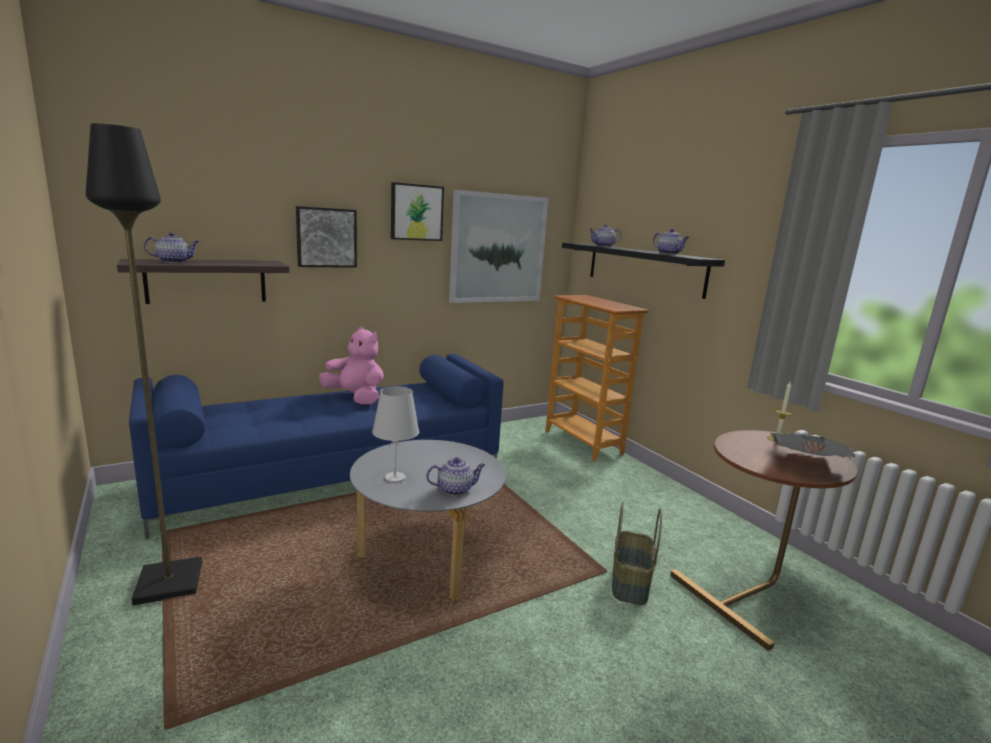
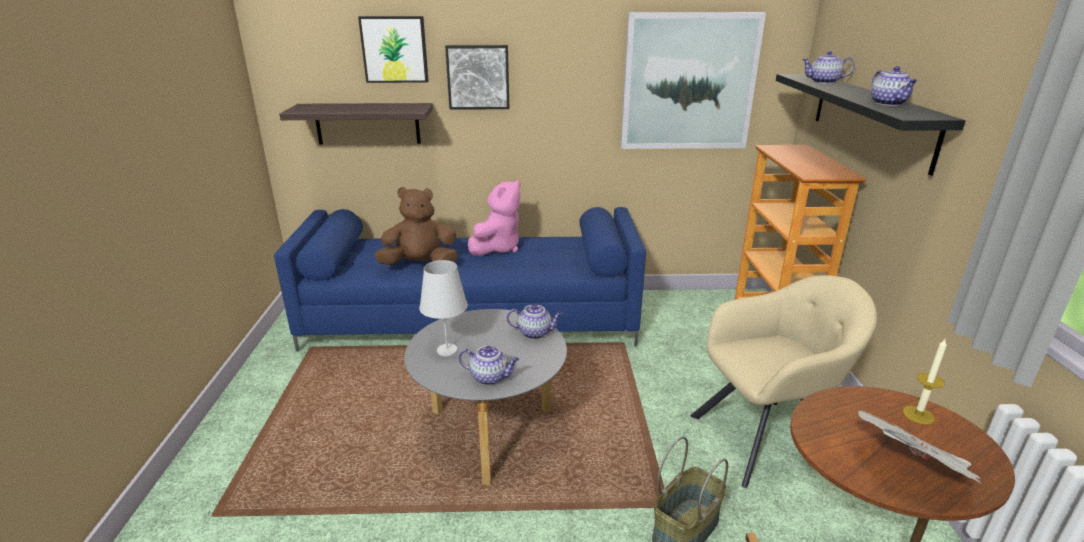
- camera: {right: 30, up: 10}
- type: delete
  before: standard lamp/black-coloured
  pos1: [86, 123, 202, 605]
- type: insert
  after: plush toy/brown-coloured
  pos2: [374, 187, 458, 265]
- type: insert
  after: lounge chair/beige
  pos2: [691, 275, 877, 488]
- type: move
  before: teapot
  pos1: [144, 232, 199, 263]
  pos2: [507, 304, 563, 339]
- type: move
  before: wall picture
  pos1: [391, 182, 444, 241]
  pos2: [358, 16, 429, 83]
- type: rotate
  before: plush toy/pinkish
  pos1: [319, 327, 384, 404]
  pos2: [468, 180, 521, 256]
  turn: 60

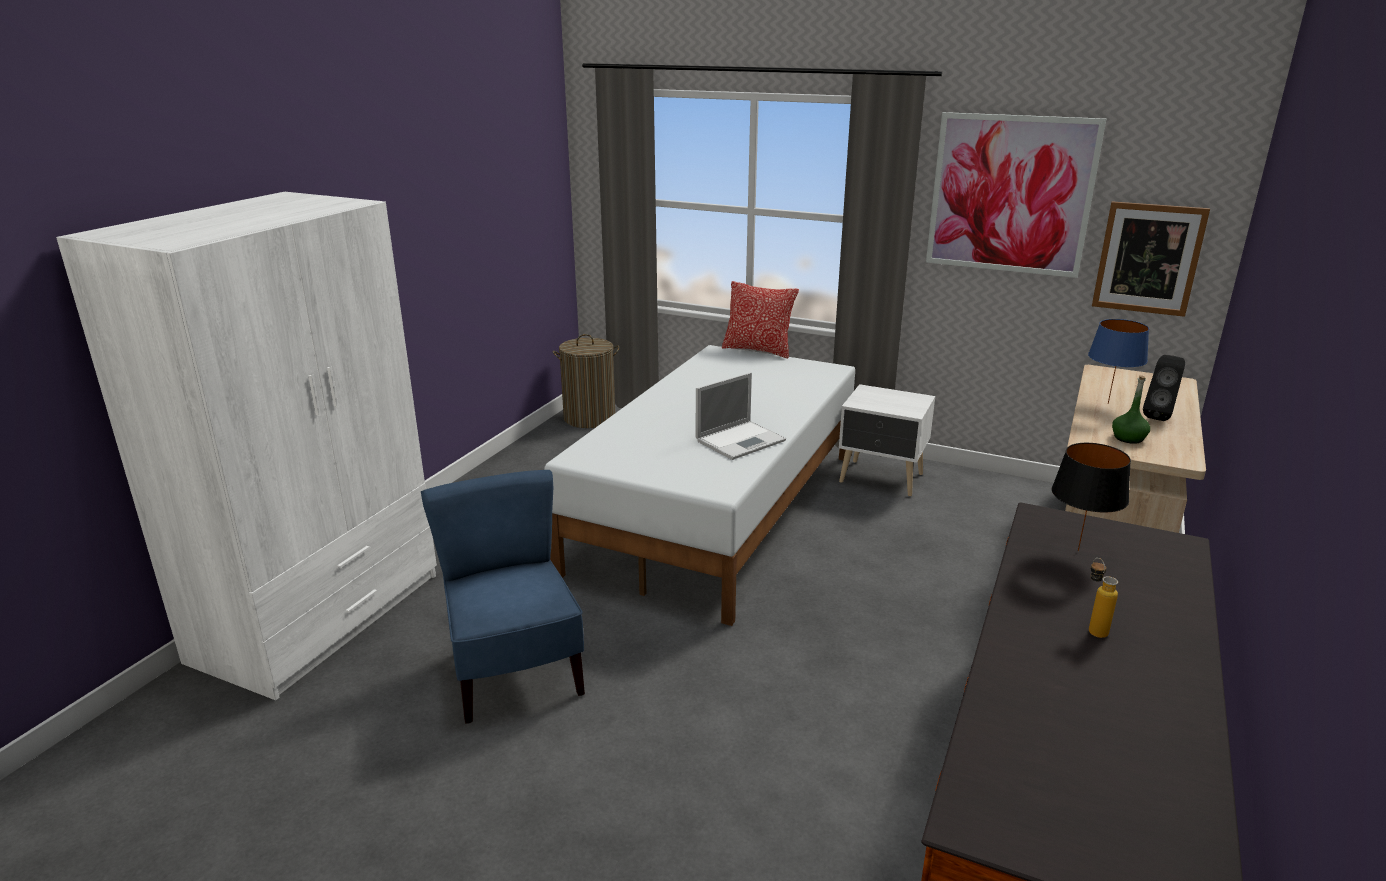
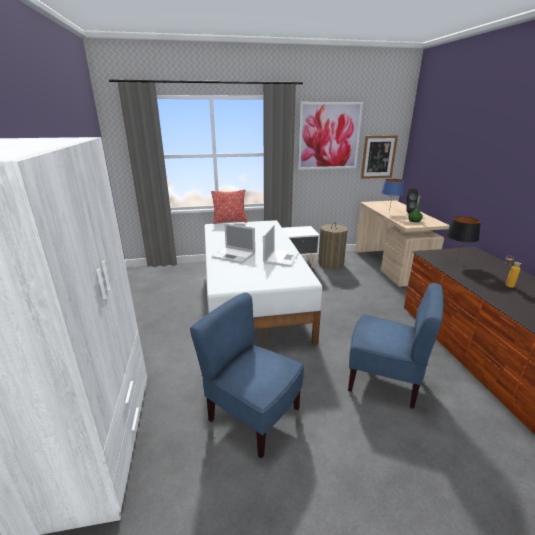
- camera: {right: -35, up: 0}
- type: insert
  after: notebook computer
  pos2: [212, 223, 255, 264]
- type: insert
  after: upright chair/blue
  pos2: [348, 283, 444, 408]
- type: move
  before: hamper
  pos1: [553, 334, 619, 428]
  pos2: [318, 222, 348, 269]

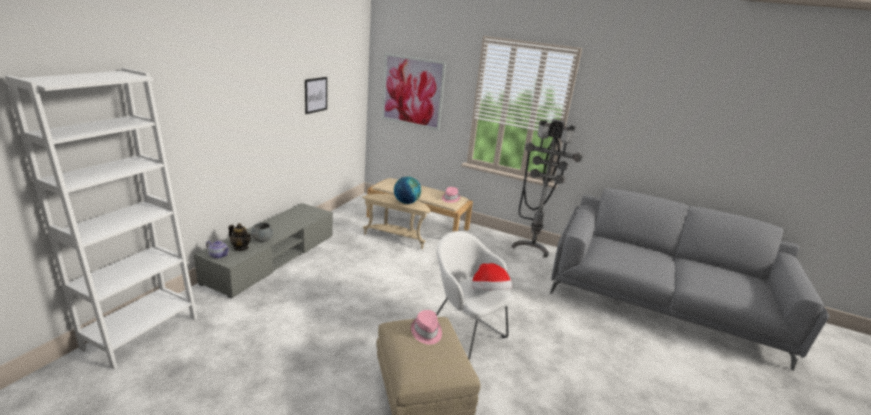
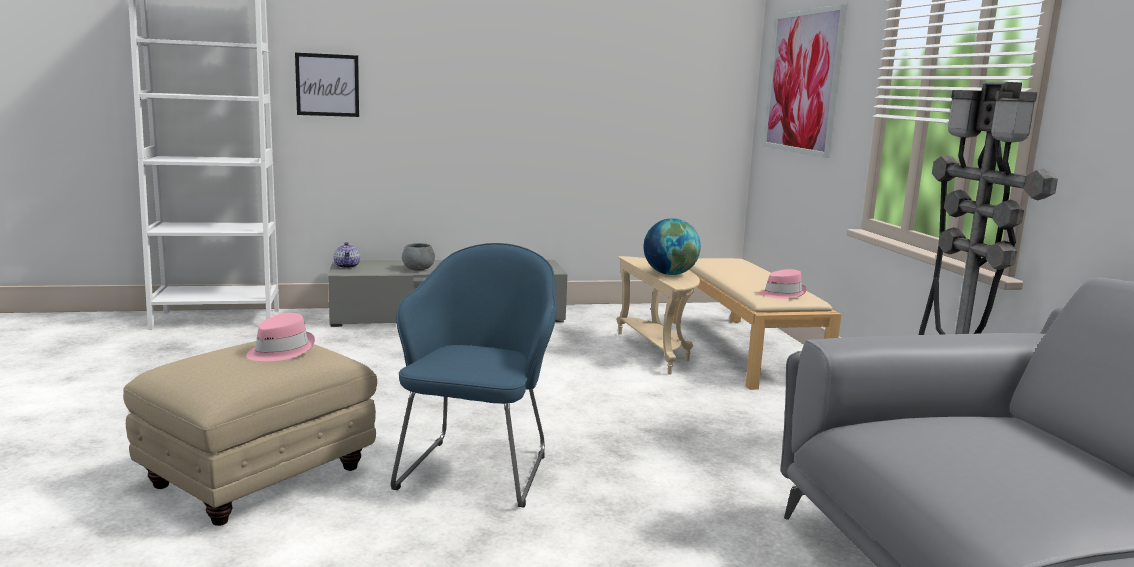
- camera: {right: 55, up: -10}
- type: delete
  before: teapot
  pos1: [228, 223, 251, 251]
- type: delete
  before: clothing hat
  pos1: [472, 263, 512, 290]
- type: move
  before: wall picture
  pos1: [305, 77, 327, 114]
  pos2: [295, 53, 359, 117]
- type: recolor
  before: lounge chair/whitish
  after: lounge chair/blue
  pos1: [436, 231, 512, 360]
  pos2: [391, 243, 557, 508]

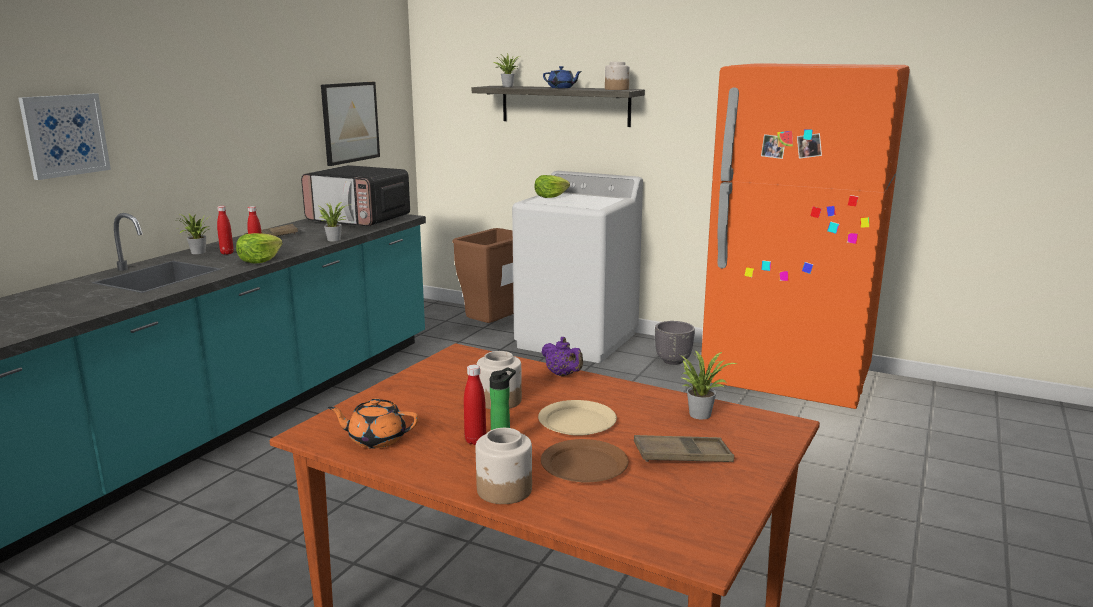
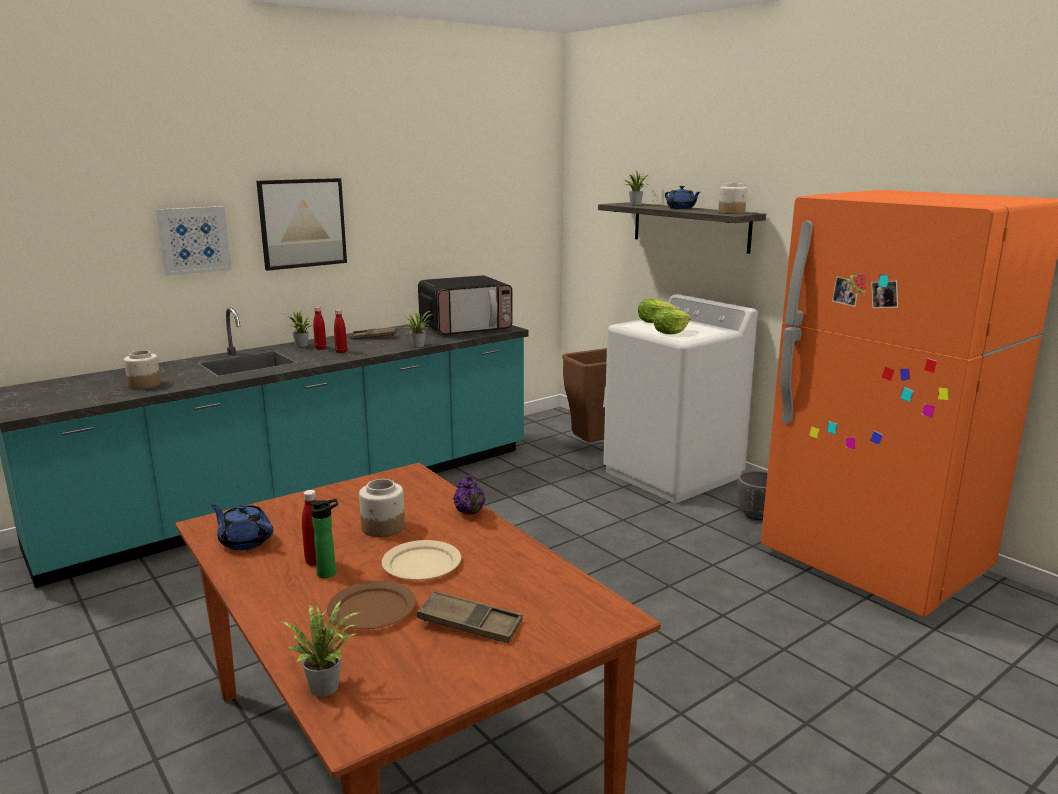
- camera: {right: 25, up: 0}
- type: move
  before: lettuce head
  pos1: [236, 233, 283, 263]
  pos2: [653, 309, 691, 334]
- type: move
  before: wall picture
  pos1: [321, 82, 380, 166]
  pos2: [256, 178, 347, 271]
- type: move
  before: storage jar
  pos1: [476, 428, 532, 504]
  pos2: [124, 350, 161, 389]
- type: move
  before: potted plant
  pos1: [680, 350, 738, 419]
  pos2: [281, 599, 360, 697]
- type: recolor
  before: teapot/orangey
  after: teapot/blue
  pos1: [328, 398, 419, 449]
  pos2: [211, 504, 273, 550]
- type: rotate
  before: microwave oven
  pos1: [301, 165, 410, 226]
  pos2: [418, 275, 513, 335]
  turn: -75

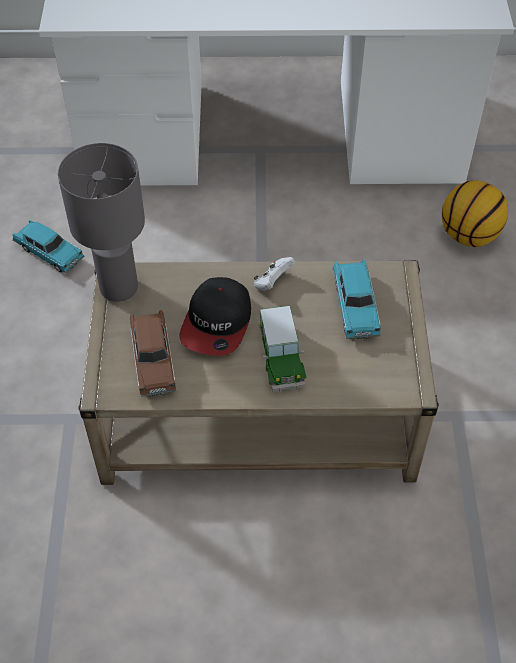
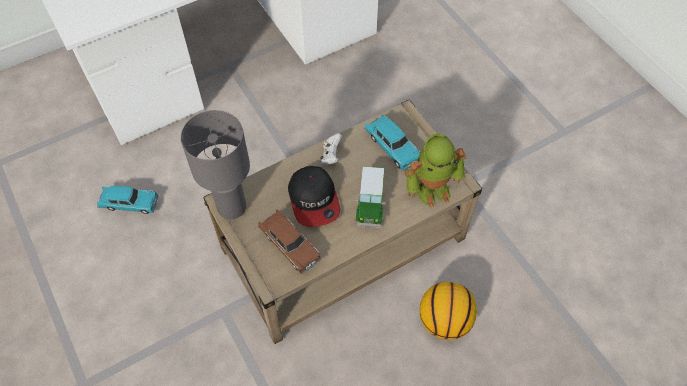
- camera: {right: -30, up: 5}
- type: insert
  after: model robot
  pos2: [405, 133, 466, 208]
- type: move
  before: ball for basketball
  pos1: [442, 180, 508, 247]
  pos2: [420, 282, 477, 340]
- type: rotate
  before: toy car
  pos1: [259, 306, 307, 392]
  pos2: [355, 166, 386, 229]
  turn: 45

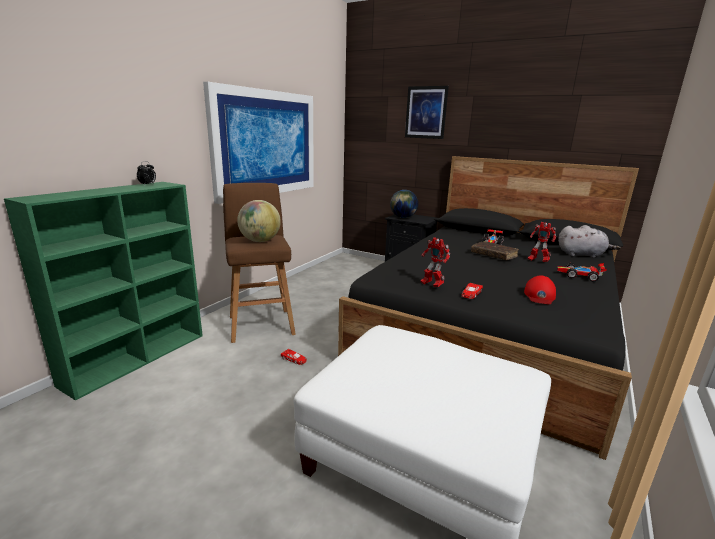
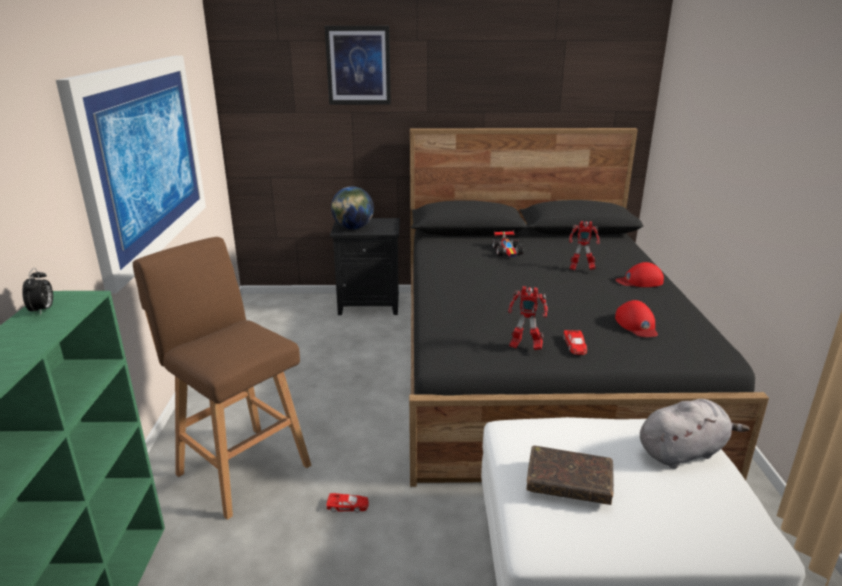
- camera: {right: -30, up: 5}
- type: delete
  before: globe
  pos1: [237, 200, 281, 242]
- type: move
  before: bound book/brown-coloured
  pos1: [471, 241, 519, 260]
  pos2: [526, 446, 614, 505]
- type: move
  before: plush toy/gray
  pos1: [558, 225, 621, 258]
  pos2: [640, 399, 750, 469]
- type: replace
  before: toy car
  after: peaked cap/red
  pos1: [557, 263, 607, 282]
  pos2: [615, 262, 664, 287]

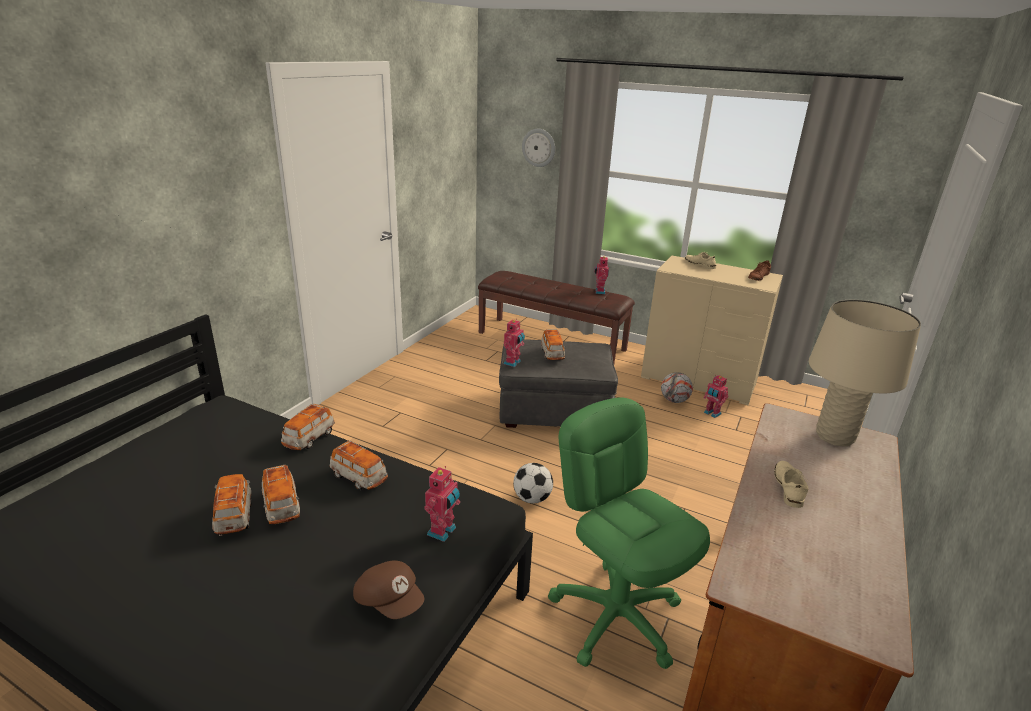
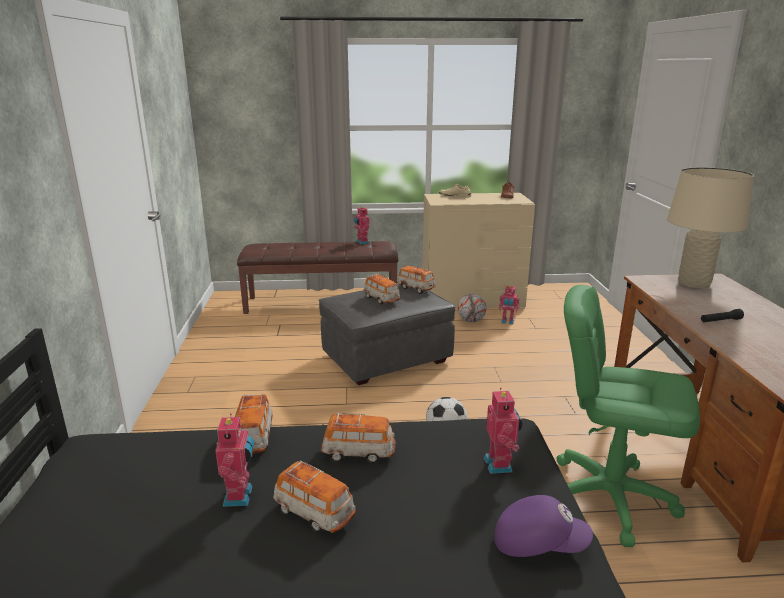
- camera: {right: -30, up: -5}
- type: delete
  before: hanging clock
  pos1: [522, 129, 555, 167]
- type: move
  before: toy car
  pos1: [212, 474, 251, 536]
  pos2: [397, 266, 436, 294]
- type: move
  before: model robot
  pos1: [503, 318, 525, 367]
  pos2: [215, 413, 254, 507]
- type: replace
  before: low shoe/beige
  after: flashlight/black-coloured
  pos1: [774, 461, 809, 508]
  pos2: [701, 309, 744, 323]
- type: recolor
  before: peaked cap/brown-coloured
  after: peaked cap/purplish
  pos1: [353, 561, 424, 619]
  pos2: [494, 495, 593, 557]

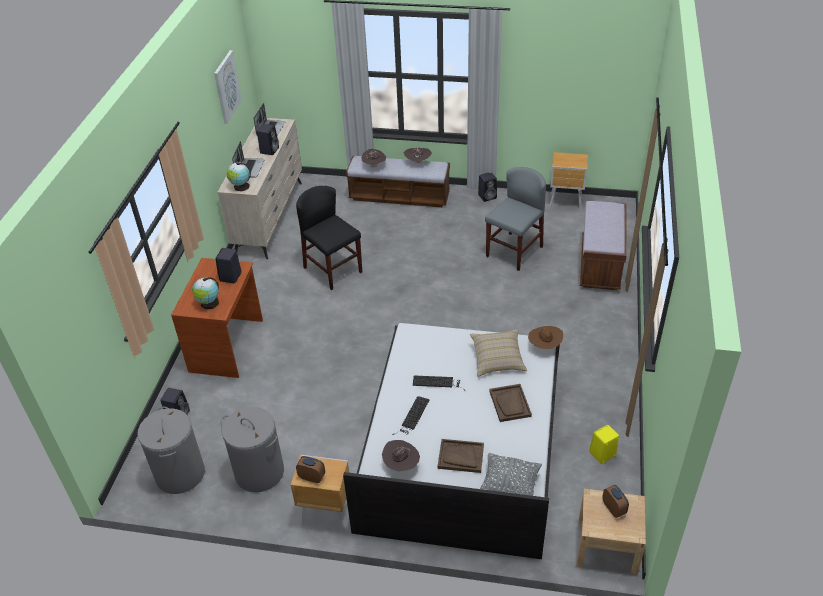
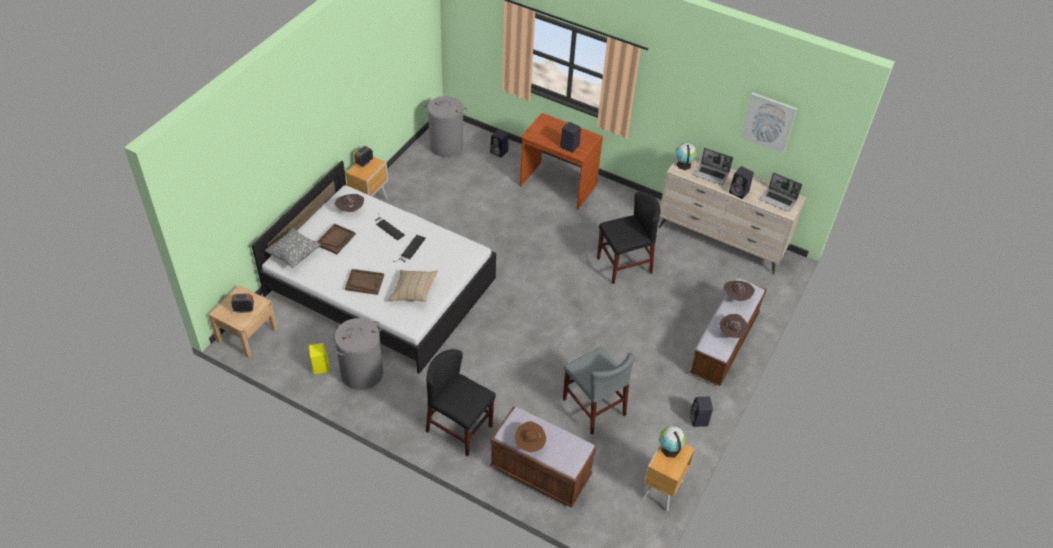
- camera: {right: 105, up: 5}
- type: insert
  after: upright chair/black-coloured
  pos2: [426, 349, 496, 456]
- type: move
  before: globe
  pos1: [192, 277, 219, 309]
  pos2: [659, 426, 686, 457]
- type: move
  before: hamper/gray
  pos1: [220, 407, 284, 492]
  pos2: [333, 318, 383, 390]
- type: move
  before: clothing hat/brown-coloured
  pos1: [528, 326, 563, 349]
  pos2: [515, 421, 546, 452]

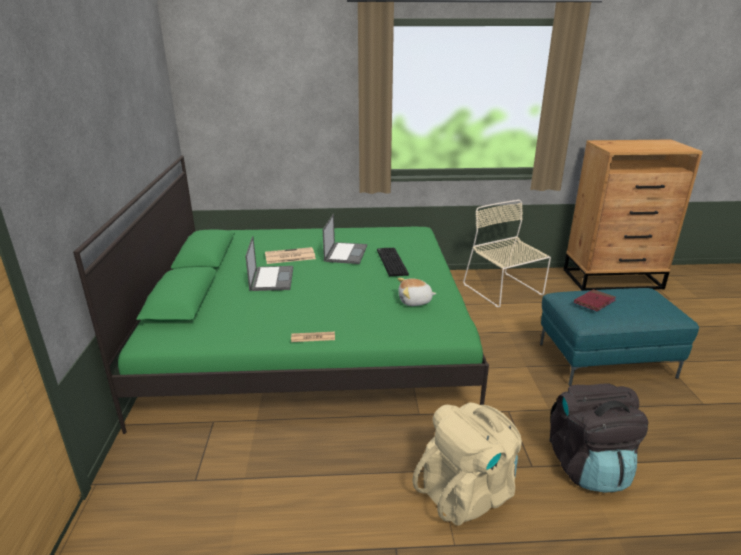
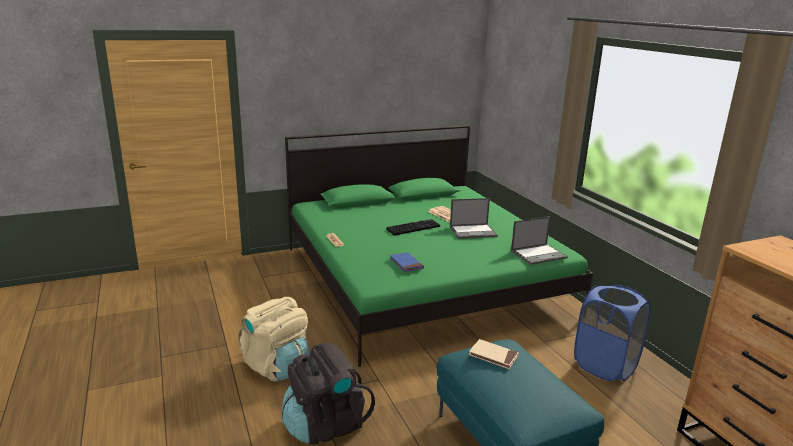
- camera: {right: 70, up: -5}
- type: move
  before: notebook computer
  pos1: [245, 236, 293, 291]
  pos2: [511, 216, 568, 265]
- type: move
  before: PC keyboard
  pos1: [377, 248, 409, 276]
  pos2: [386, 219, 440, 236]
- type: replace
  before: plush toy
  after: bound book/blue
  pos1: [397, 278, 437, 306]
  pos2: [390, 252, 424, 272]
- type: replace
  before: upright chair/beige
  after: hamper/blue
  pos1: [463, 200, 551, 308]
  pos2: [574, 284, 651, 381]
- type: recolor
  before: bound book/red
  after: bound book/beige
  pos1: [574, 289, 616, 311]
  pos2: [468, 339, 519, 369]

